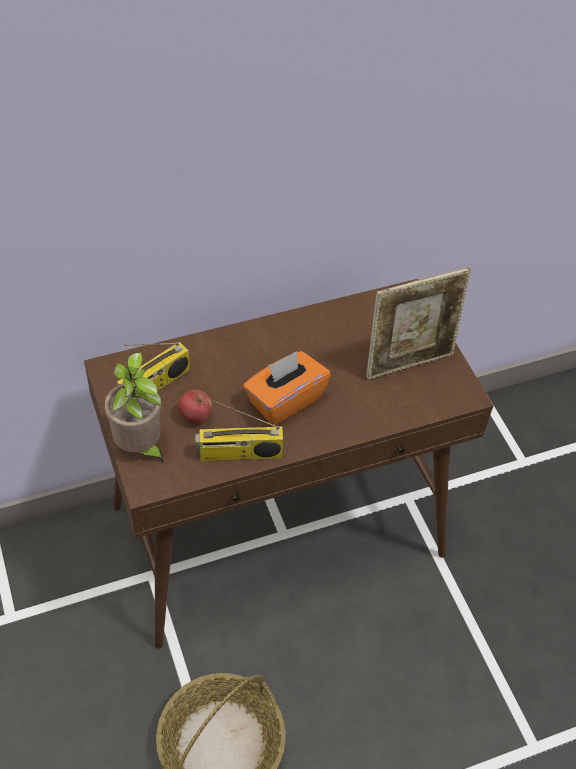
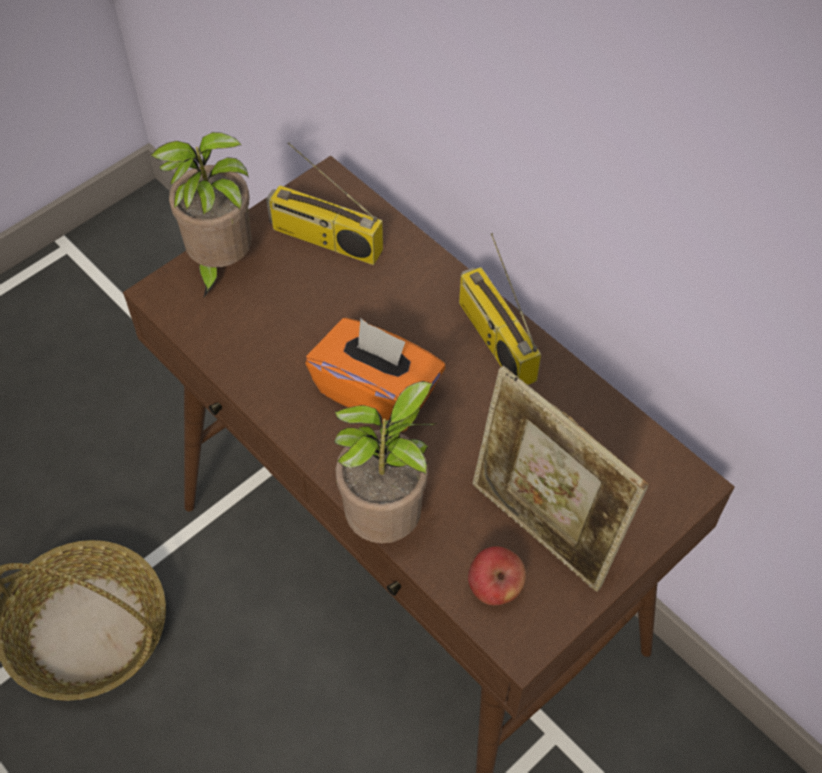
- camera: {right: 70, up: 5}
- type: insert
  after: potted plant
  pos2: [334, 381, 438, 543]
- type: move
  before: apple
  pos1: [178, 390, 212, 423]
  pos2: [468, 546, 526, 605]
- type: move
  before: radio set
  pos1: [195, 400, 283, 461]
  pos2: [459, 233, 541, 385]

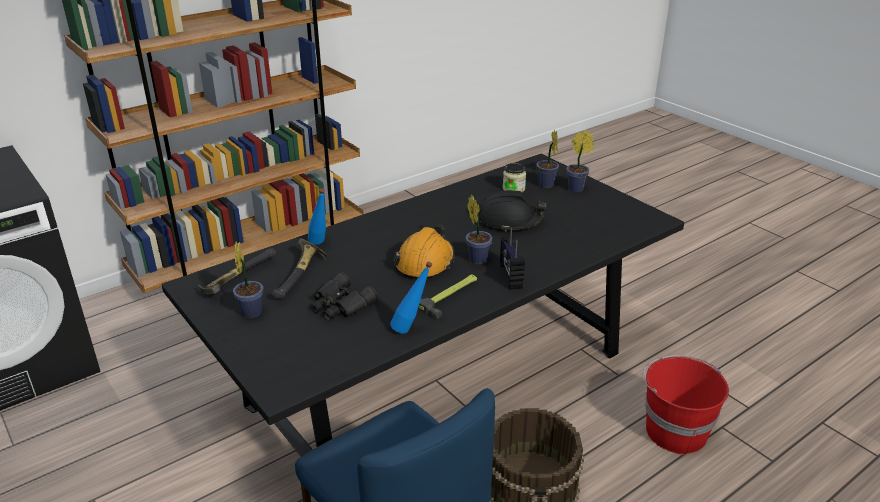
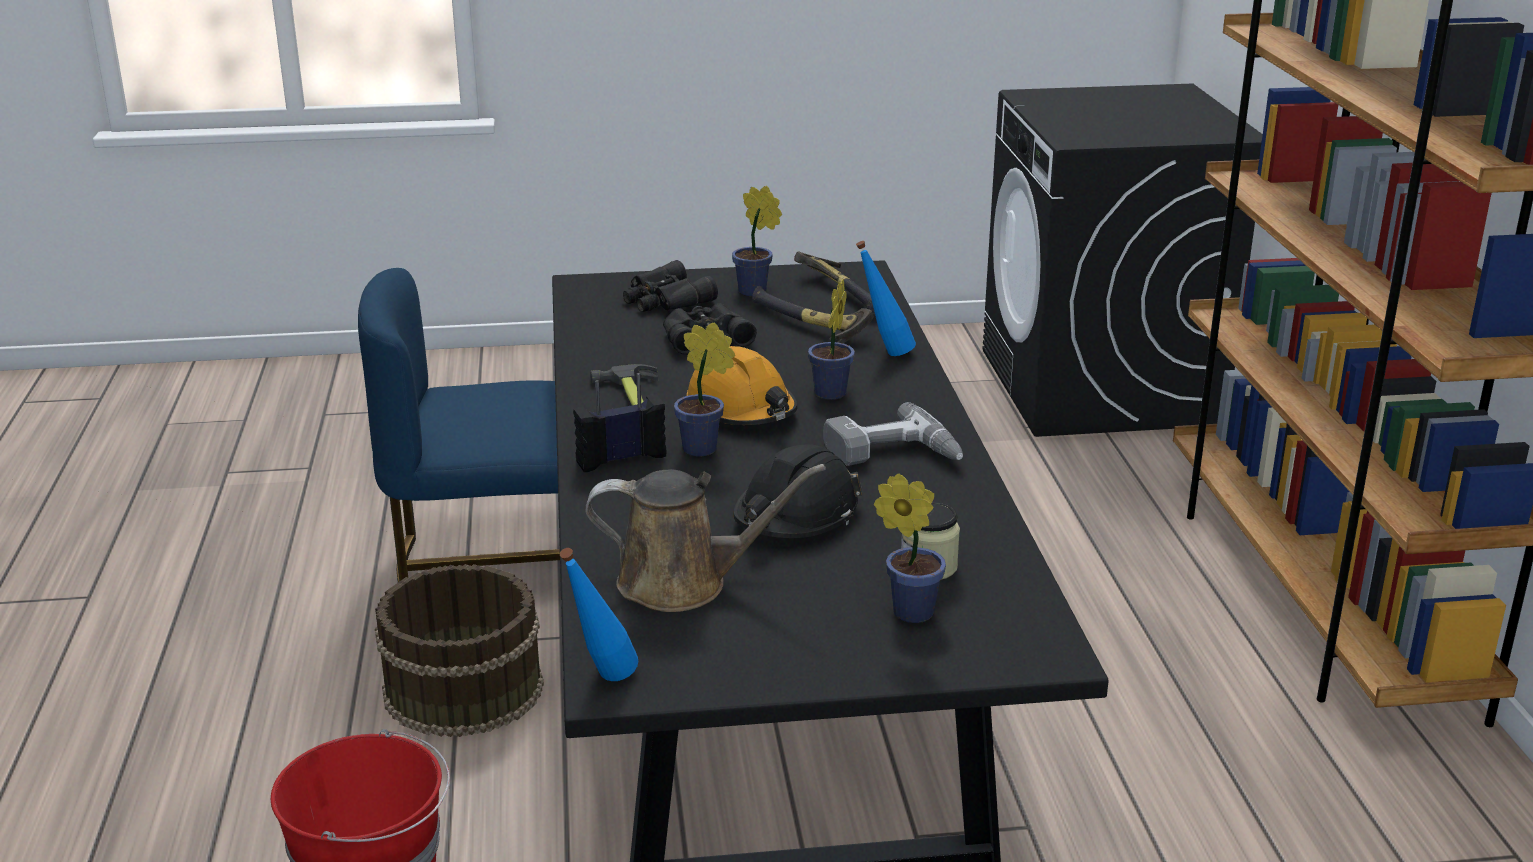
- camera: {right: 120, up: -5}
- type: insert
  after: sprinkling can/brown-coloured
  pos2: [585, 464, 826, 612]
- type: insert
  after: field glasses/black-coloured
  pos2: [623, 260, 718, 312]
- type: insert
  after: drill
  pos2: [823, 402, 963, 466]
- type: move
  before: drink bottle/blue
  pos1: [390, 262, 432, 334]
  pos2: [560, 548, 638, 681]
- type: move
  before: potted plant
  pos1: [566, 130, 594, 192]
  pos2: [808, 279, 855, 400]
- type: rotate
  before: radio set
  pos1: [500, 228, 525, 290]
  pos2: [573, 373, 666, 472]
  turn: -45

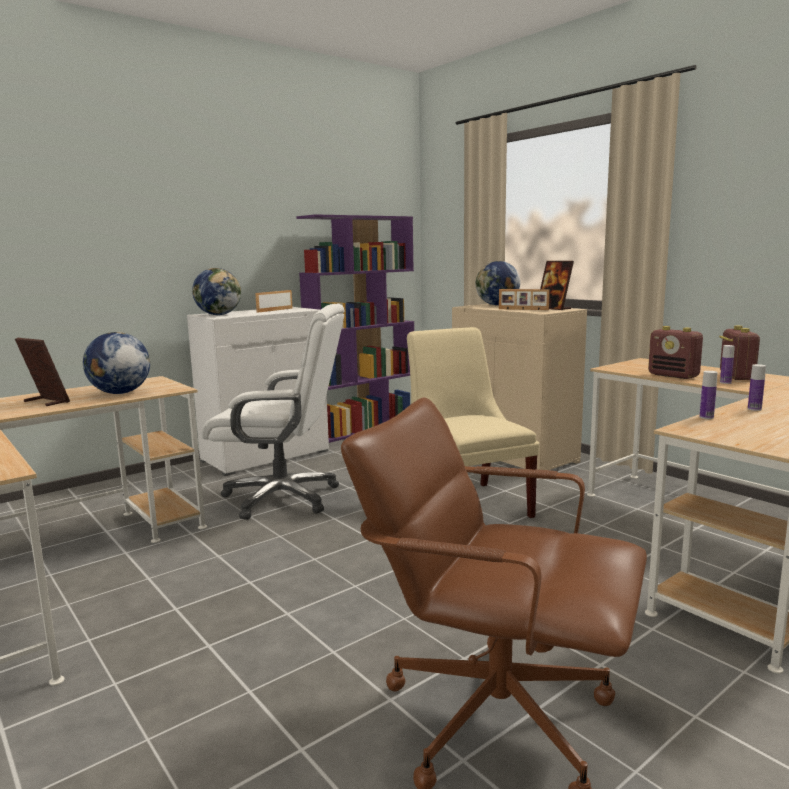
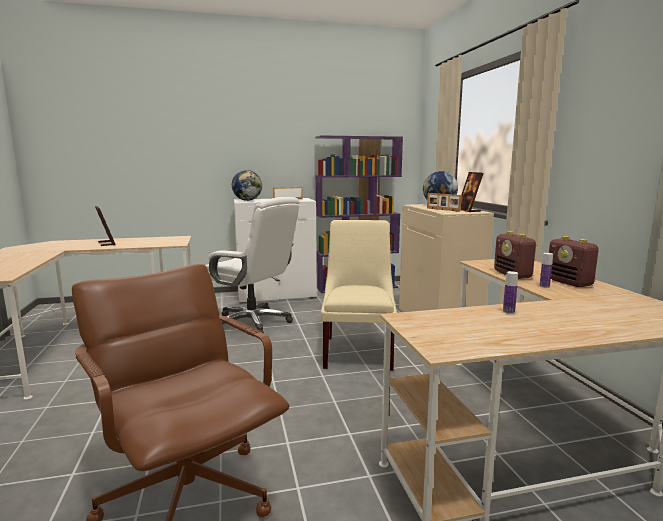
- camera: {right: 25, up: 0}
- type: delete
  before: globe
  pos1: [83, 332, 150, 394]
- type: delete
  before: drink bottle
  pos1: [700, 371, 717, 419]
- type: rotate
  before: radio set
  pos1: [719, 326, 760, 380]
  pos2: [549, 236, 599, 287]
  turn: 120

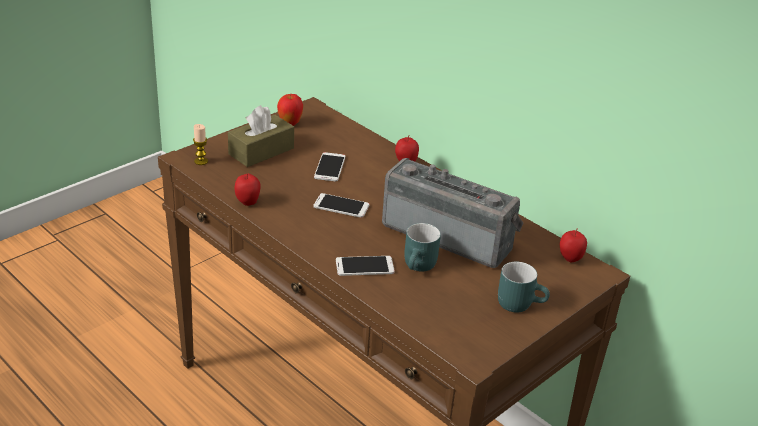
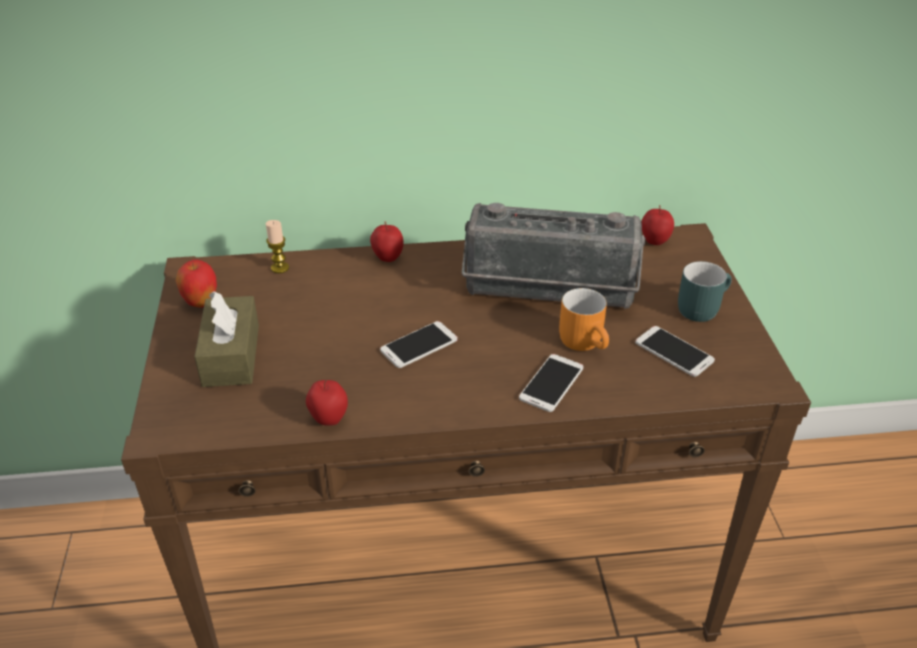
- camera: {right: -50, up: 5}
- type: move
  before: wax light
  pos1: [193, 124, 208, 165]
  pos2: [266, 220, 289, 273]
- type: move
  before: handset
  pos1: [314, 152, 346, 182]
  pos2: [635, 326, 715, 377]
- type: recolor
  before: tea mug/blue-green
  after: tea mug/orangey
  pos1: [404, 223, 441, 272]
  pos2: [559, 288, 609, 351]
- type: rotate
  before: radio set
  pos1: [382, 158, 523, 268]
  pos2: [462, 203, 645, 309]
  turn: -150

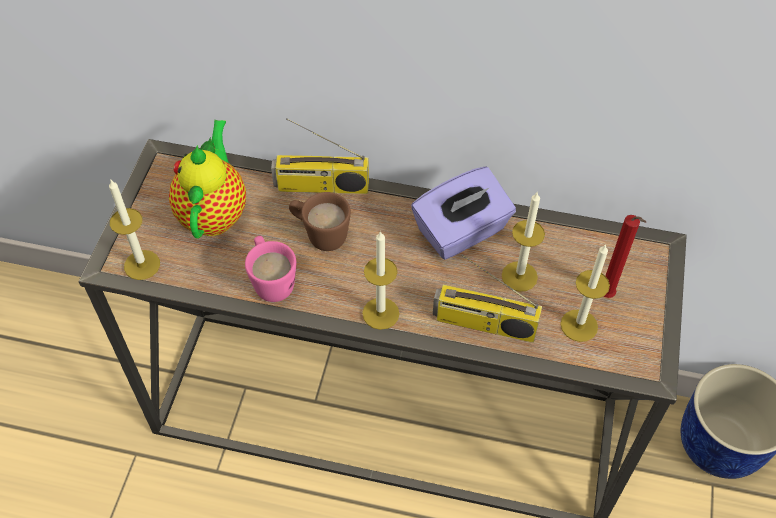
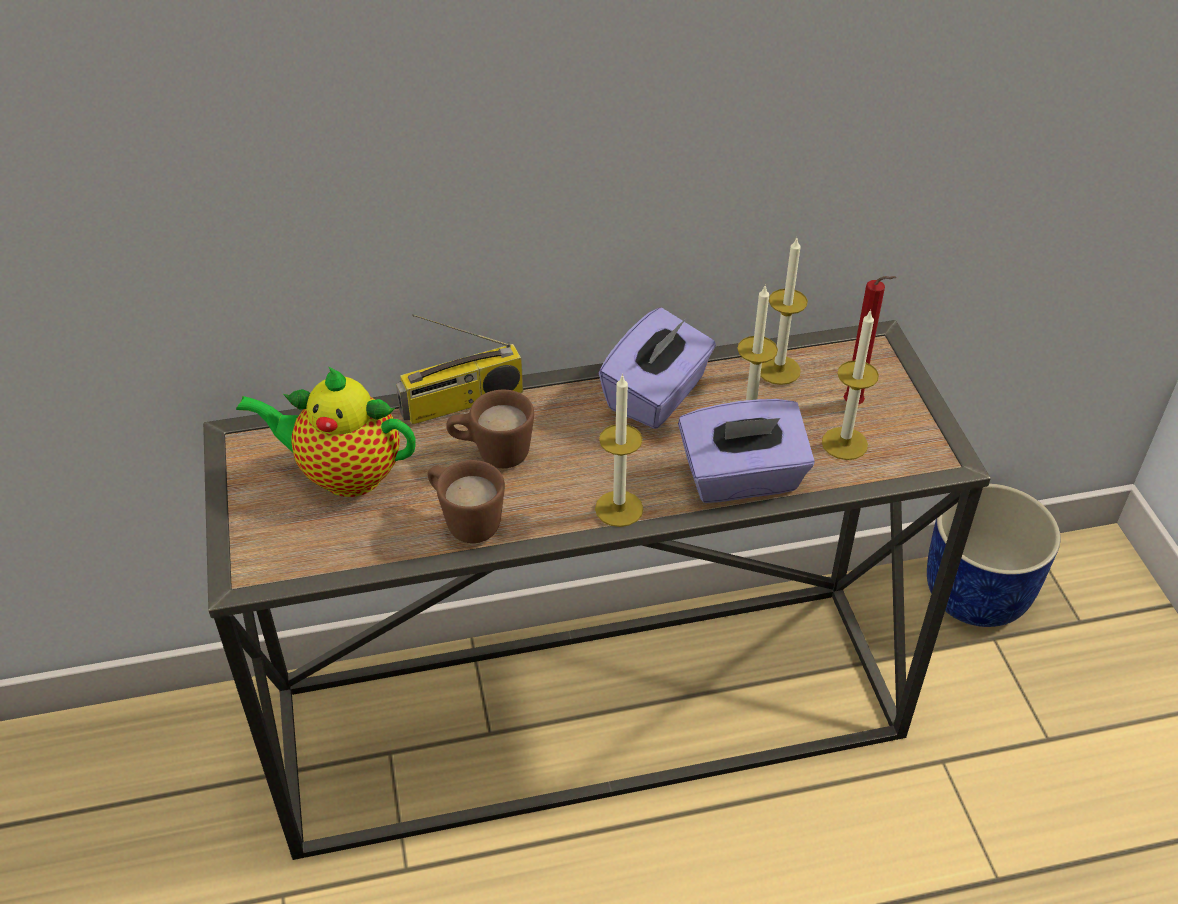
- camera: {right: -25, up: -10}
- type: move
  before: wax light
  pos1: [109, 179, 160, 280]
  pos2: [760, 238, 808, 385]
- type: replace
  before: radio set
  after: tissue box/purplish
  pos1: [433, 254, 542, 343]
  pos2: [678, 399, 815, 503]
- type: recolor
  before: tea mug/pinkish
  after: tea mug/brown-coloured
  pos1: [245, 236, 296, 302]
  pos2: [427, 460, 505, 543]
- type: rotate
  before: teapot
  pos1: [169, 120, 246, 239]
  pos2: [236, 366, 416, 497]
  turn: -60

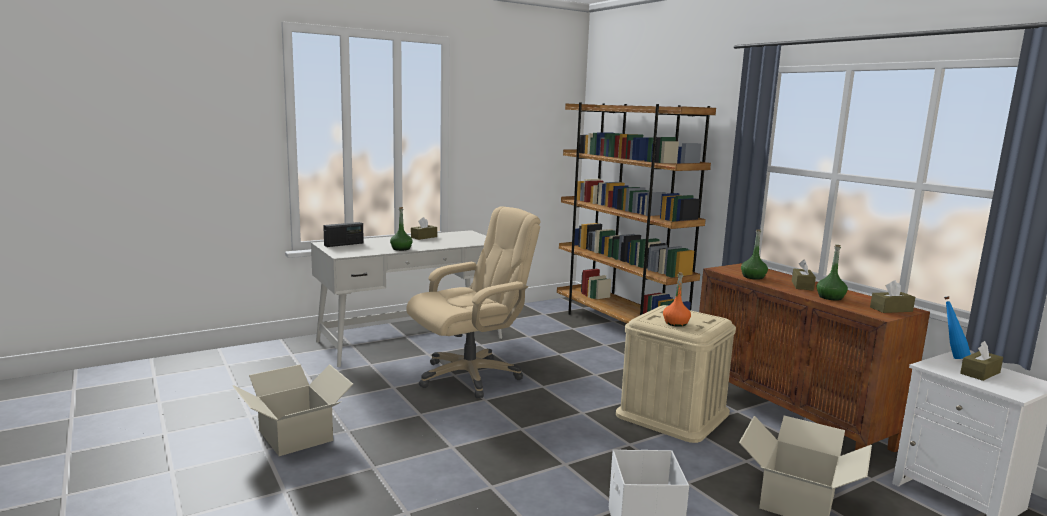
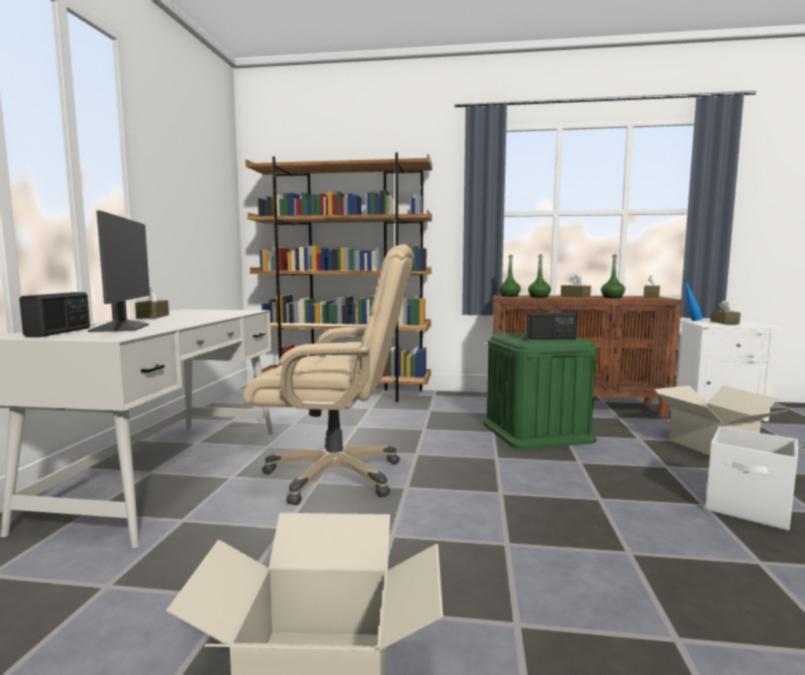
- camera: {right: -50, up: -5}
- type: insert
  after: monitor
  pos2: [88, 210, 150, 332]
- type: move
  before: drink bottle/greenish
  pos1: [390, 207, 413, 251]
  pos2: [499, 255, 521, 297]
- type: replace
  before: drink bottle/orangey
  after: radio set
  pos1: [663, 272, 691, 327]
  pos2: [527, 313, 577, 339]
- type: recolor
  before: storage bin/beige
  after: storage bin/greenish
  pos1: [616, 305, 736, 443]
  pos2: [483, 333, 598, 450]
- type: rotate
  before: office chair/beige
  pos1: [406, 206, 541, 398]
  pos2: [243, 244, 414, 505]
  turn: 90

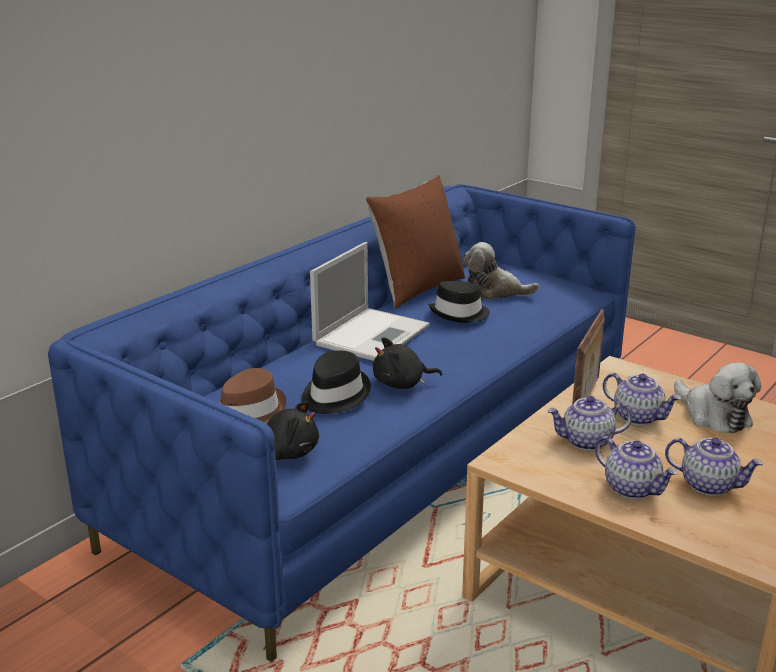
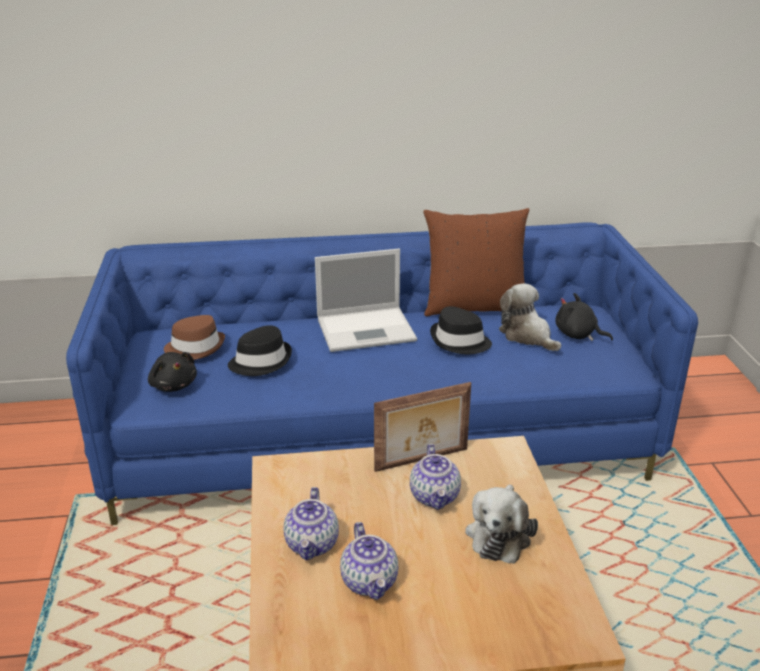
- camera: {right: 45, up: 5}
- type: delete
  before: teapot
  pos1: [547, 396, 632, 451]
- type: move
  before: plush toy/black-coloured
  pos1: [373, 337, 442, 389]
  pos2: [555, 293, 613, 341]

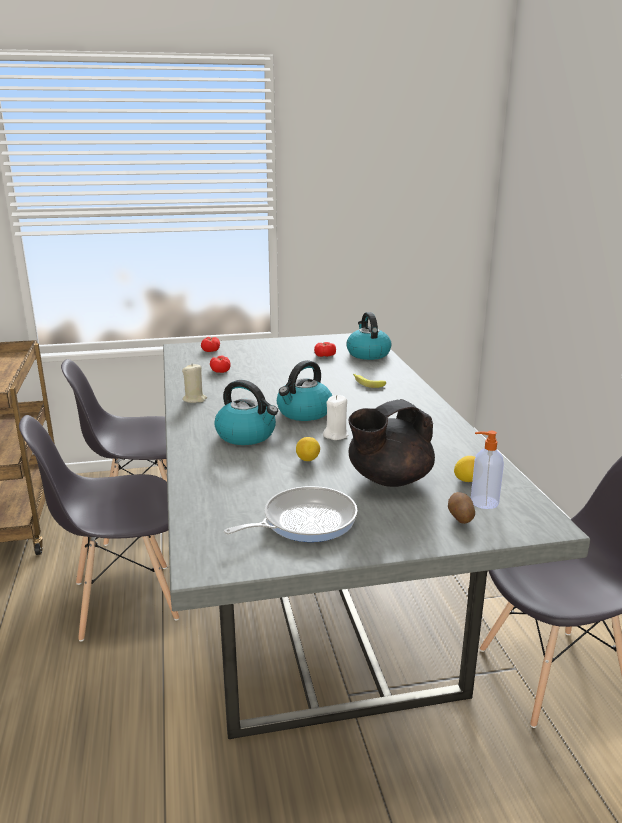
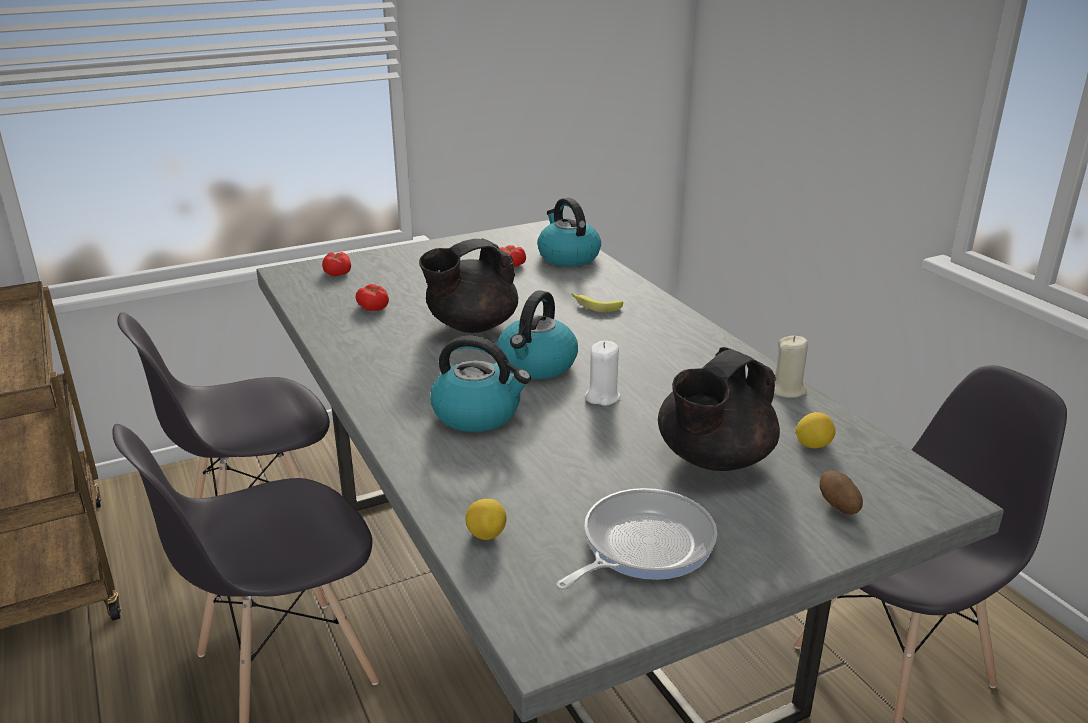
- camera: {right: -15, up: 5}
- type: delete
  before: liquid soap bottle
  pos1: [471, 431, 504, 509]
- type: insert
  after: teapot/black-coloured
  pos2: [419, 238, 518, 333]
- type: move
  before: wax light/beige
  pos1: [182, 363, 207, 403]
  pos2: [774, 336, 808, 398]
- type: move
  before: whole lemon
  pos1: [296, 437, 320, 461]
  pos2: [466, 499, 507, 540]

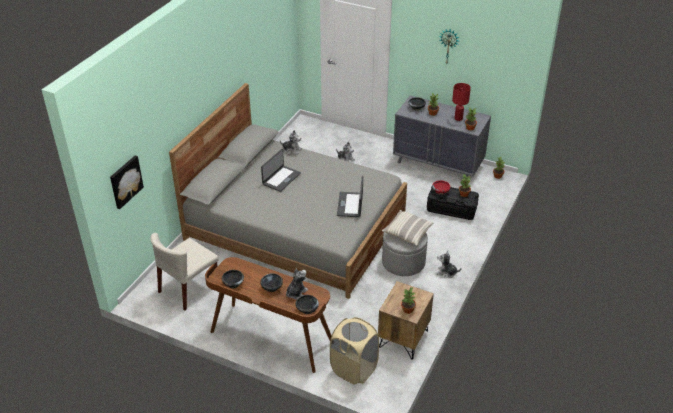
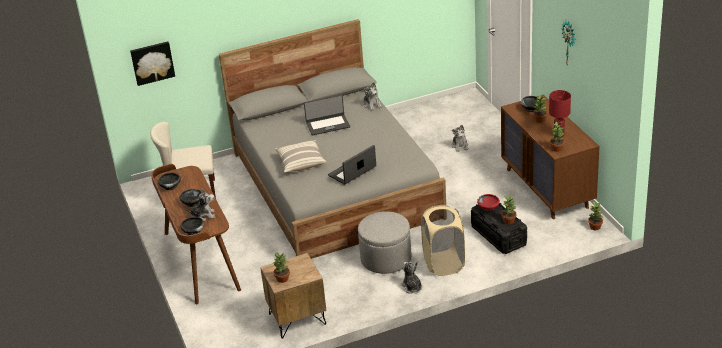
- camera: {right: 45, up: -5}
- type: move
  before: hamper/beige
  pos1: [330, 317, 379, 384]
  pos2: [421, 205, 465, 276]
- type: move
  before: pillow
  pos1: [382, 210, 433, 246]
  pos2: [275, 140, 327, 172]
- type: recolor
  before: dresser/gray
  after: dresser/brown-coloured
  pos1: [393, 96, 491, 177]
  pos2: [501, 95, 600, 220]

